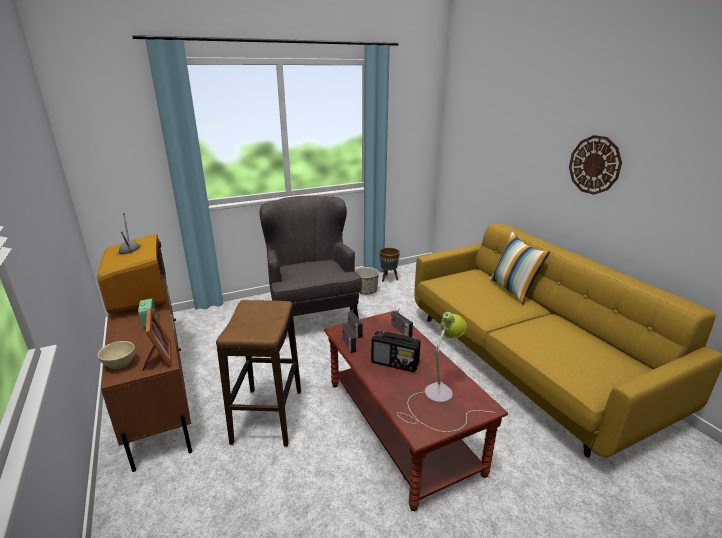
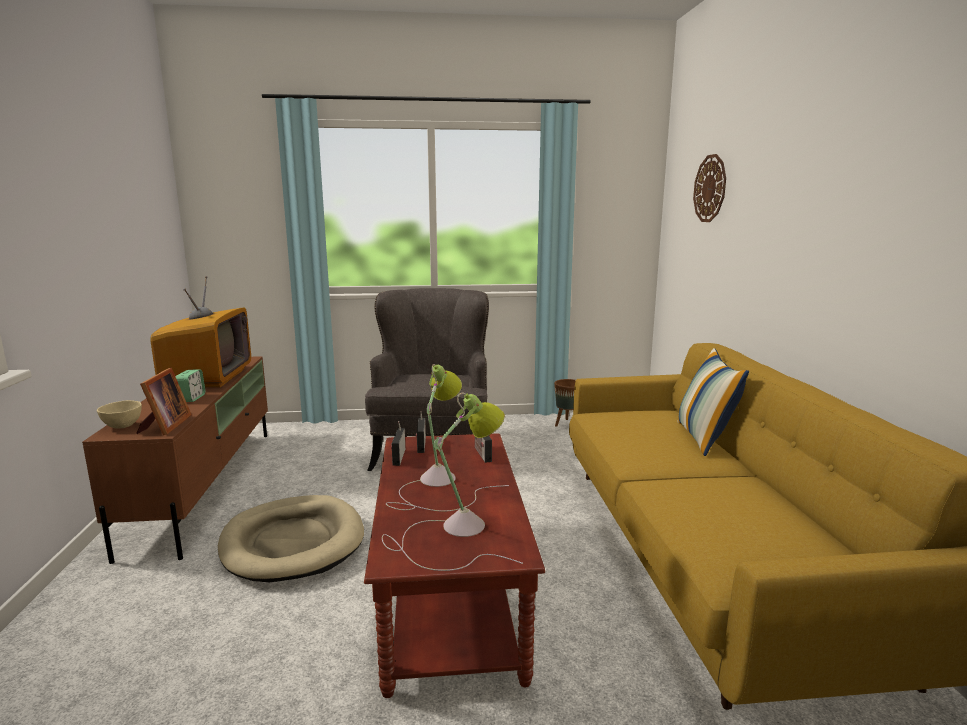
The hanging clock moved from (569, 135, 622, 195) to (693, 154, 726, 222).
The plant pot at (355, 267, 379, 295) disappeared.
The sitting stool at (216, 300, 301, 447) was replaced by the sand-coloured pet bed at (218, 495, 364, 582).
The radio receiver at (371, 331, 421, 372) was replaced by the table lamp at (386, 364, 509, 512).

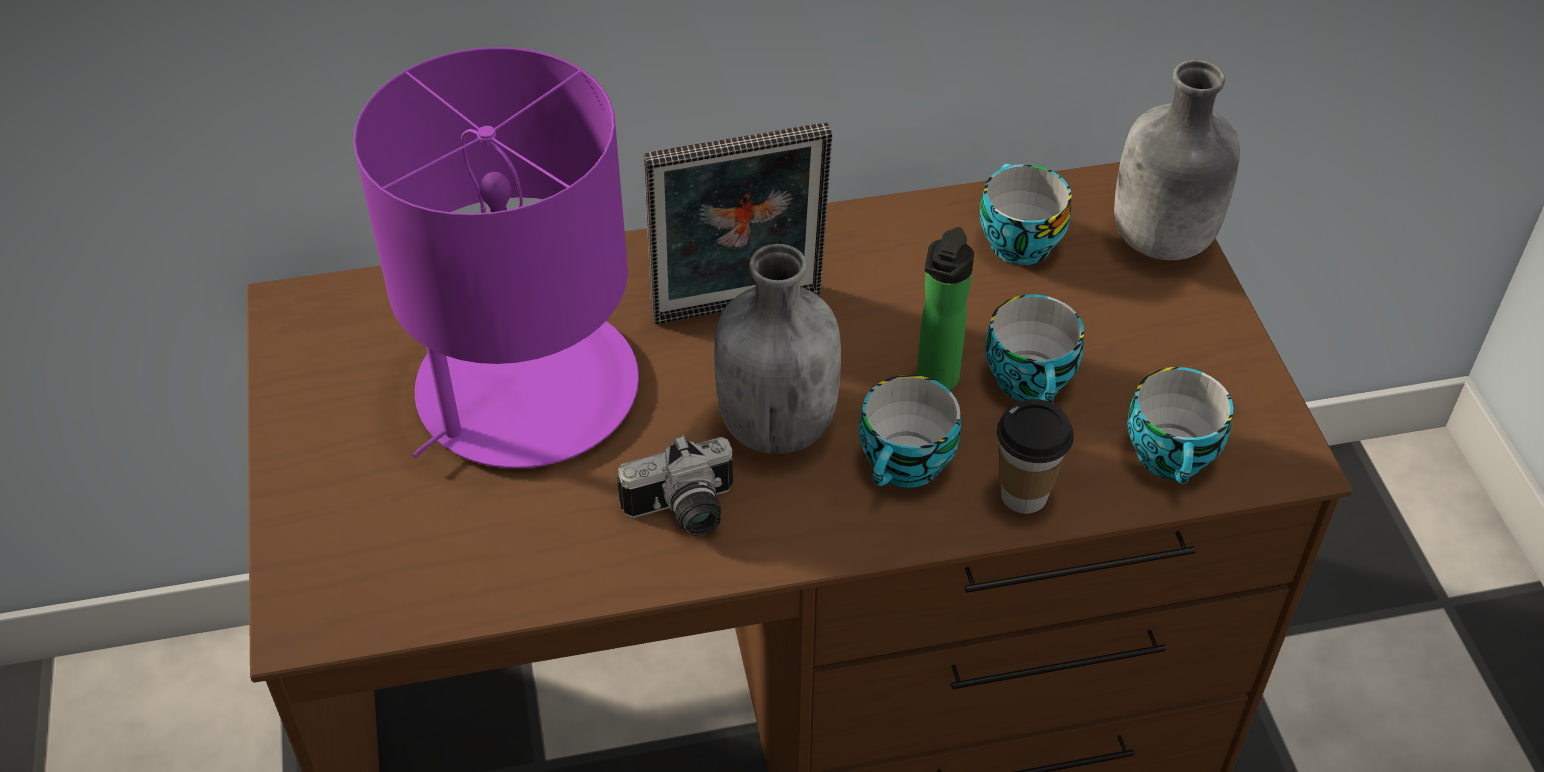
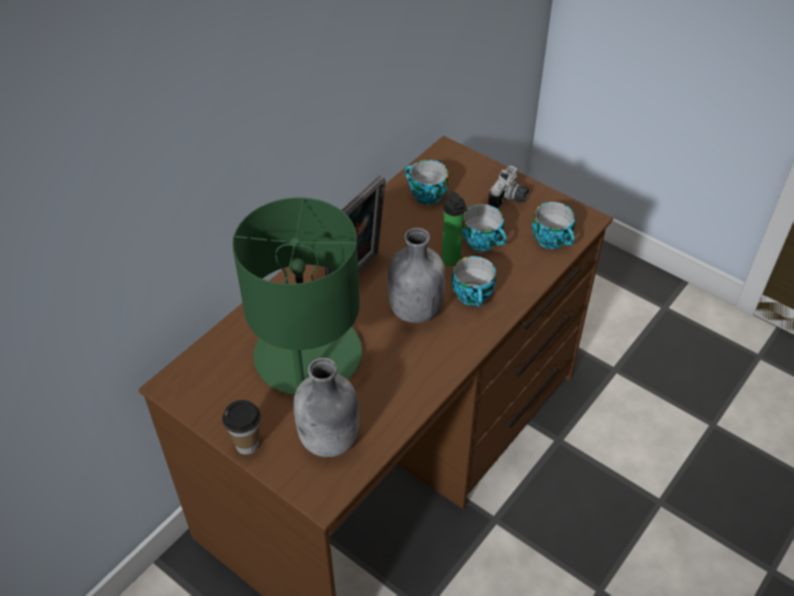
The purplish table lamp at (353, 47, 639, 468) became the greenish table lamp at (232, 198, 362, 395).
The gray bottle moved from (1114, 60, 1240, 260) to (293, 358, 359, 457).
The cup moved from (997, 399, 1074, 514) to (222, 400, 261, 455).
The photo camera moved from (617, 435, 733, 536) to (488, 166, 529, 209).

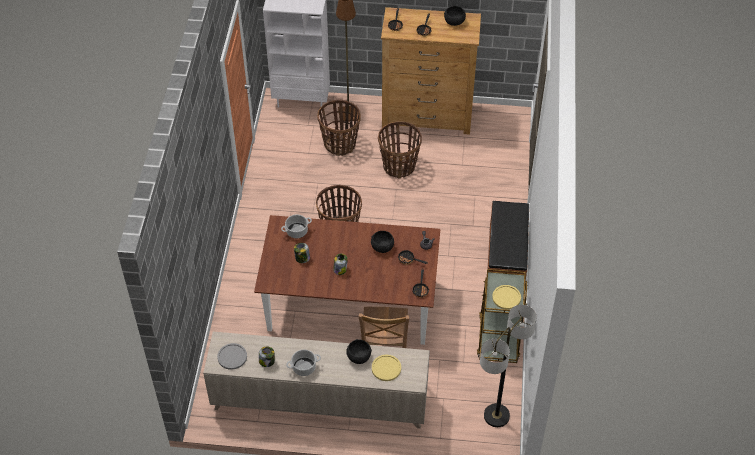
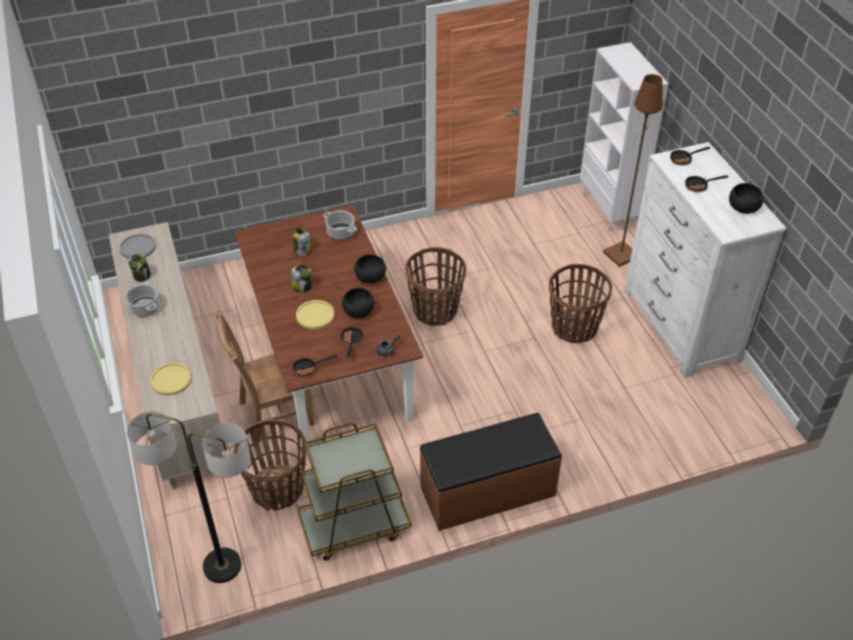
The brown-coloured dresser at (381, 7, 481, 135) became the whitish dresser at (624, 142, 787, 378).
The basket moved from (317, 100, 361, 156) to (234, 420, 306, 511).
The yellowish plate moved from (492, 285, 521, 310) to (296, 300, 334, 330).
The black bowl moved from (346, 339, 372, 364) to (354, 254, 386, 283).

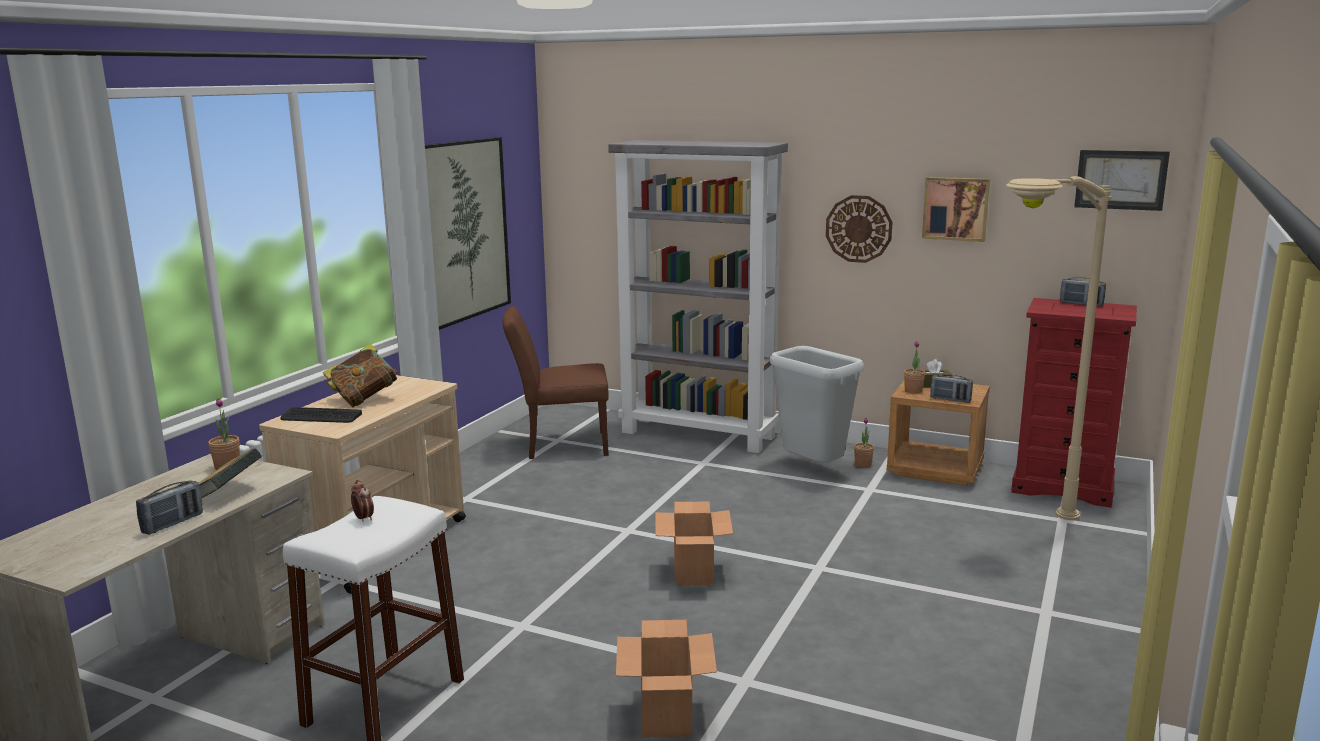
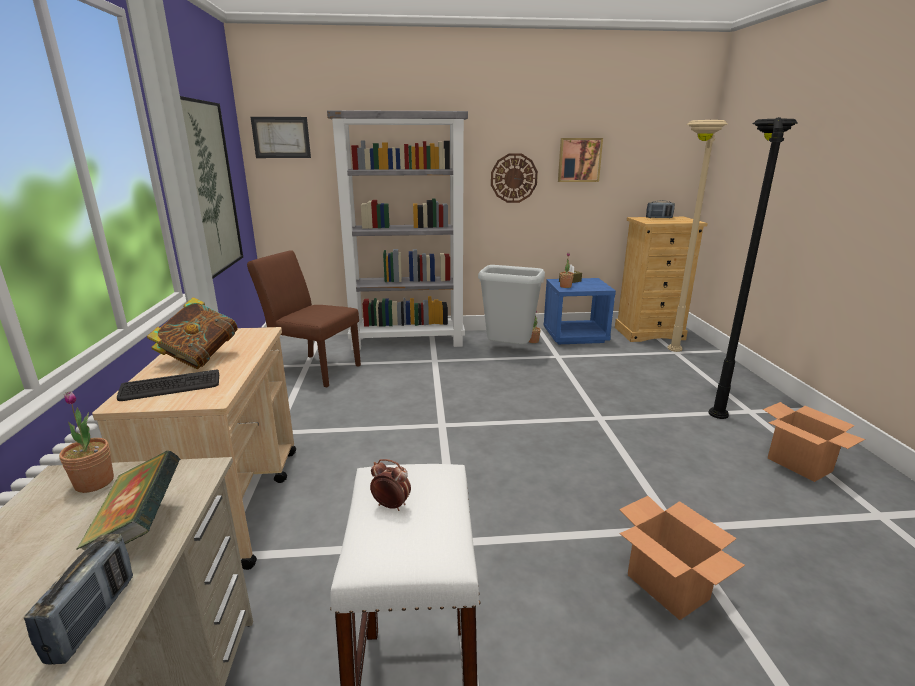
The picture moved from (1074, 150, 1170, 211) to (251, 117, 311, 158).
The red-coloured dresser at (1011, 298, 1137, 508) became the sand-coloured dresser at (615, 217, 708, 342).
The brown-coloured plain chair at (503, 306, 609, 459) turned 60 degrees clockwise.
The radio receiver at (930, 374, 973, 403) disappeared.
The brown-coloured nightstand at (887, 381, 990, 486) became the blue-coloured nightstand at (543, 278, 616, 344).
The cardboard box moved from (655, 501, 733, 586) to (763, 402, 865, 482).
The black standing lamp at (708, 117, 798, 419) appeared.

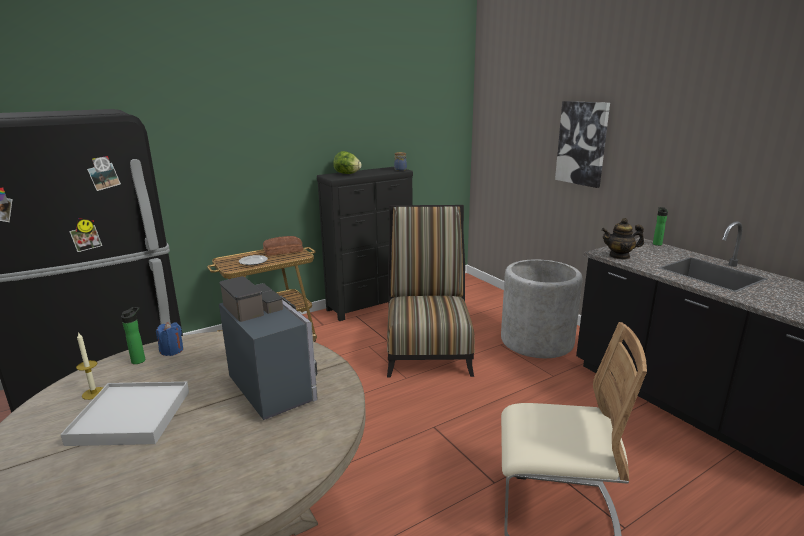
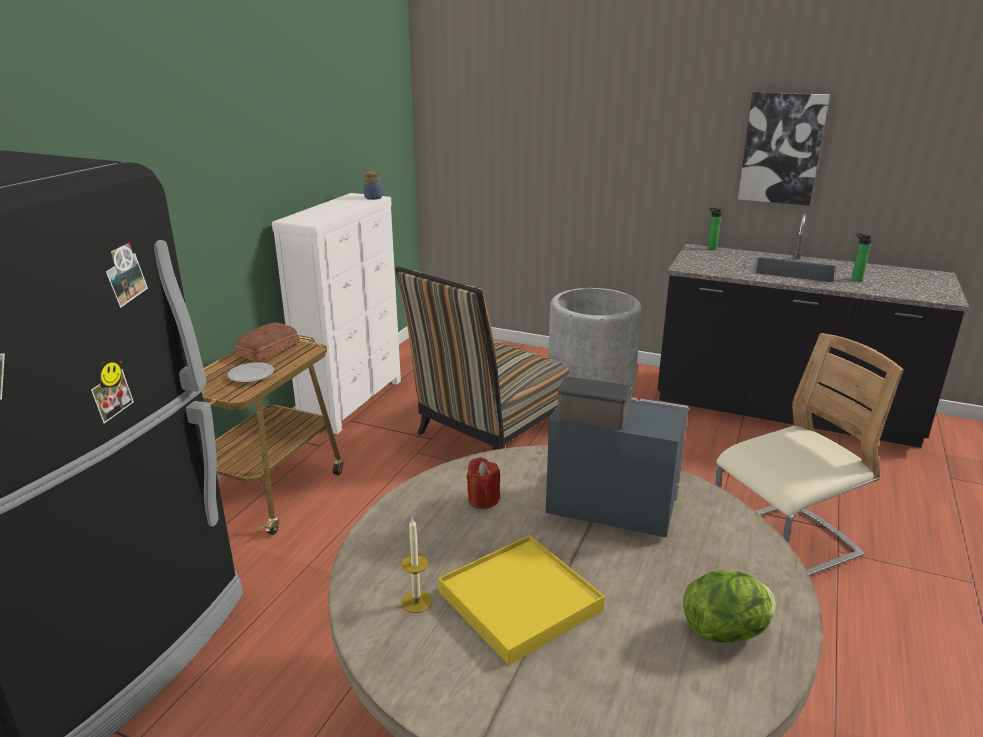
The picture moved from (555, 101, 610, 188) to (738, 92, 830, 206).
The lettuce moved from (333, 151, 362, 174) to (683, 570, 776, 642).
The black dresser at (317, 167, 413, 321) became the whitish dresser at (272, 193, 401, 434).
The plain chair at (387, 205, 475, 378) turned 105 degrees counterclockwise.
The tea pot at (601, 218, 644, 259) disappeared.
The bottle moved from (121, 307, 145, 364) to (851, 233, 872, 281).
The blue-coloured candle at (156, 322, 183, 356) disappeared.
The whitish tray at (60, 382, 189, 446) became the yellowish tray at (438, 535, 605, 665).
The red-coloured candle at (467, 457, 500, 509) appeared.

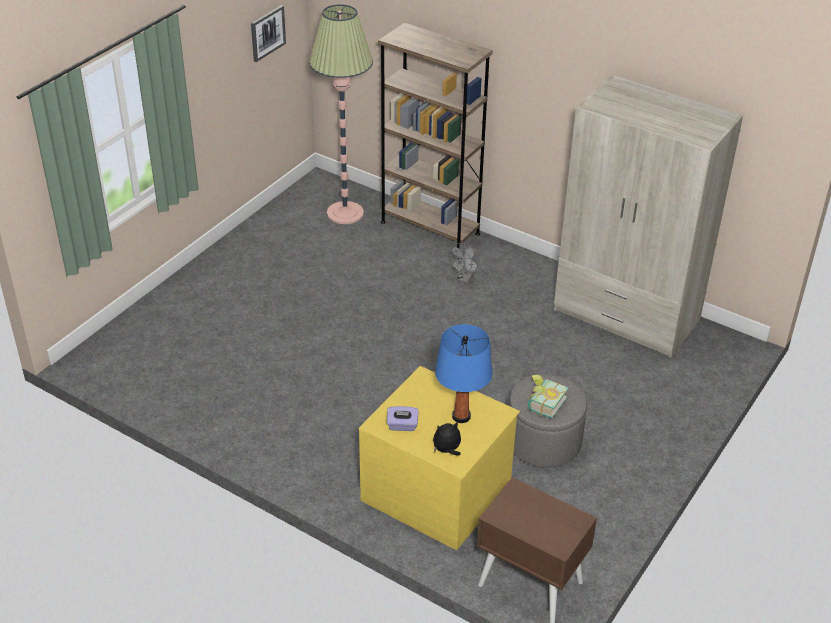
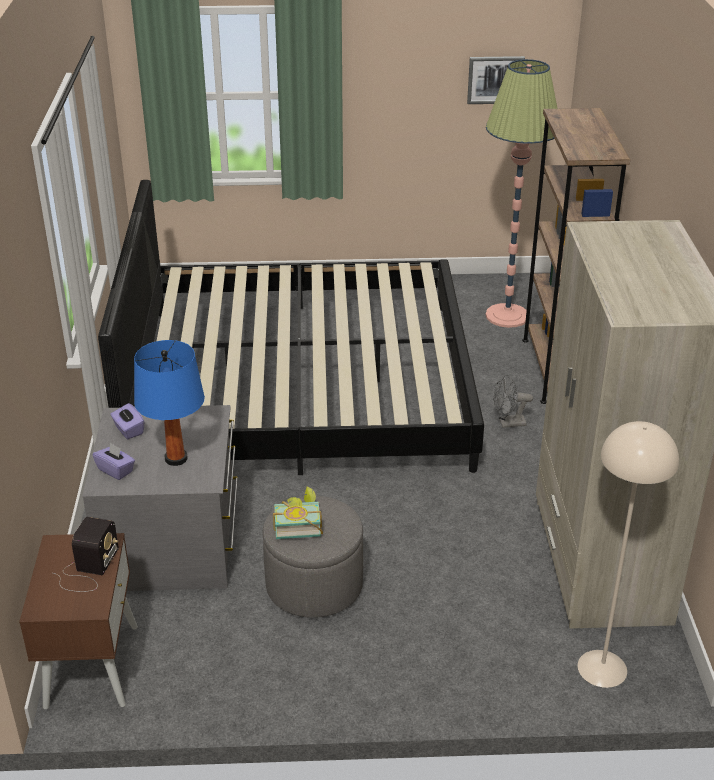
The yellowish dresser at (359, 366, 520, 550) became the gray dresser at (82, 405, 238, 591).
The plush toy at (433, 421, 461, 456) was replaced by the purplish tissue holder at (93, 442, 135, 480).
The sleeping bed at (98, 180, 484, 475) appeared.
The sand-coloured standing lamp at (578, 421, 679, 688) appeared.
The radio receiver at (53, 517, 119, 592) appeared.

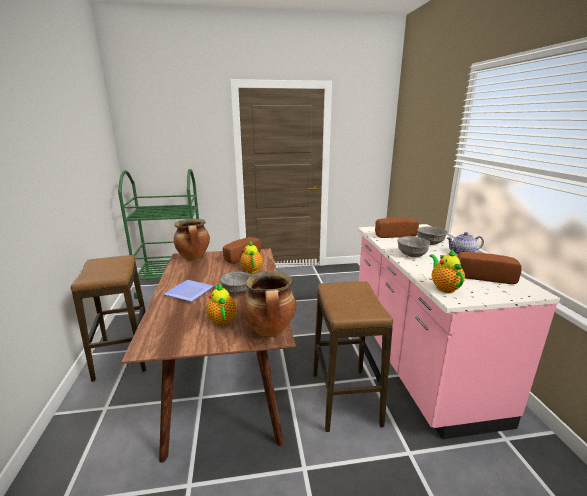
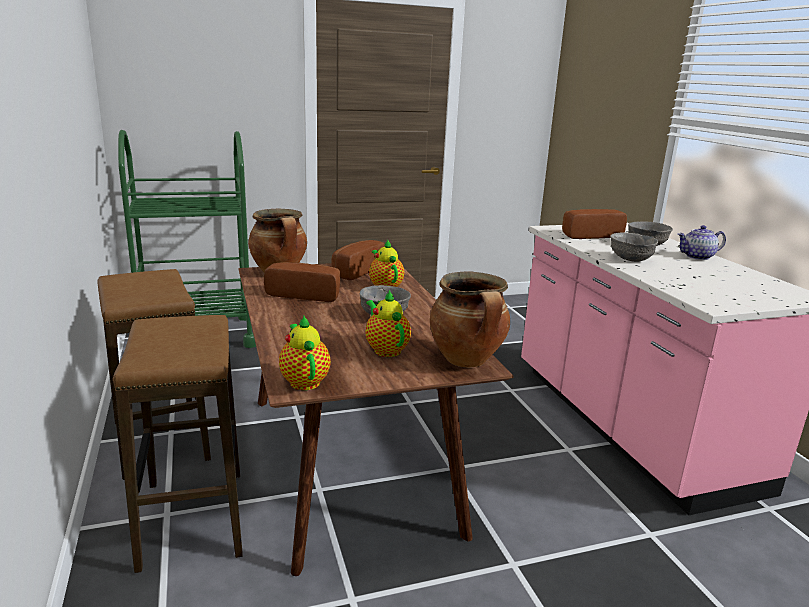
The tea pot moved from (430, 249, 465, 293) to (279, 316, 331, 390).
The bread moved from (457, 252, 522, 284) to (264, 262, 340, 302).
The plate at (163, 280, 214, 302) disappeared.
The sitting stool moved from (313, 282, 393, 432) to (113, 315, 243, 573).

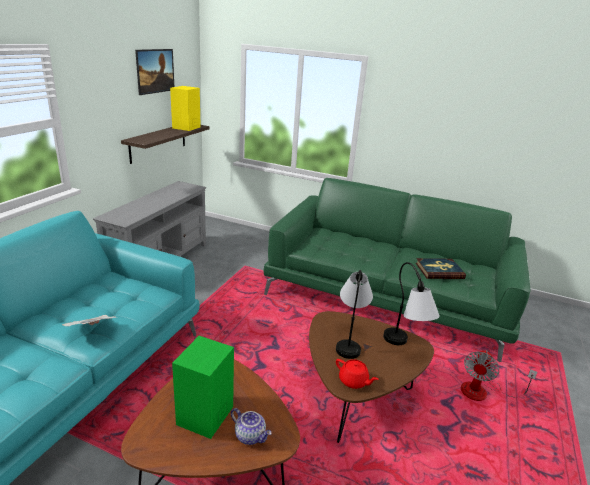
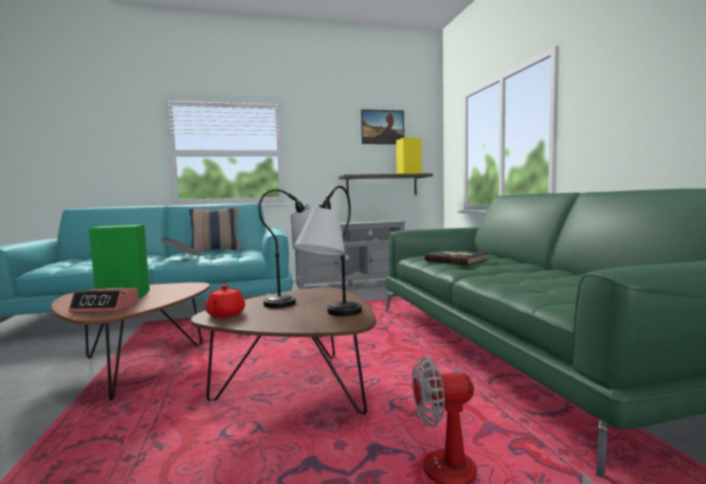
The volume moved from (416, 258, 466, 279) to (425, 250, 489, 265).
The tea pot at (231, 408, 271, 445) was replaced by the bedside clock at (69, 288, 139, 312).
The throw pillow at (189, 207, 241, 252) appeared.

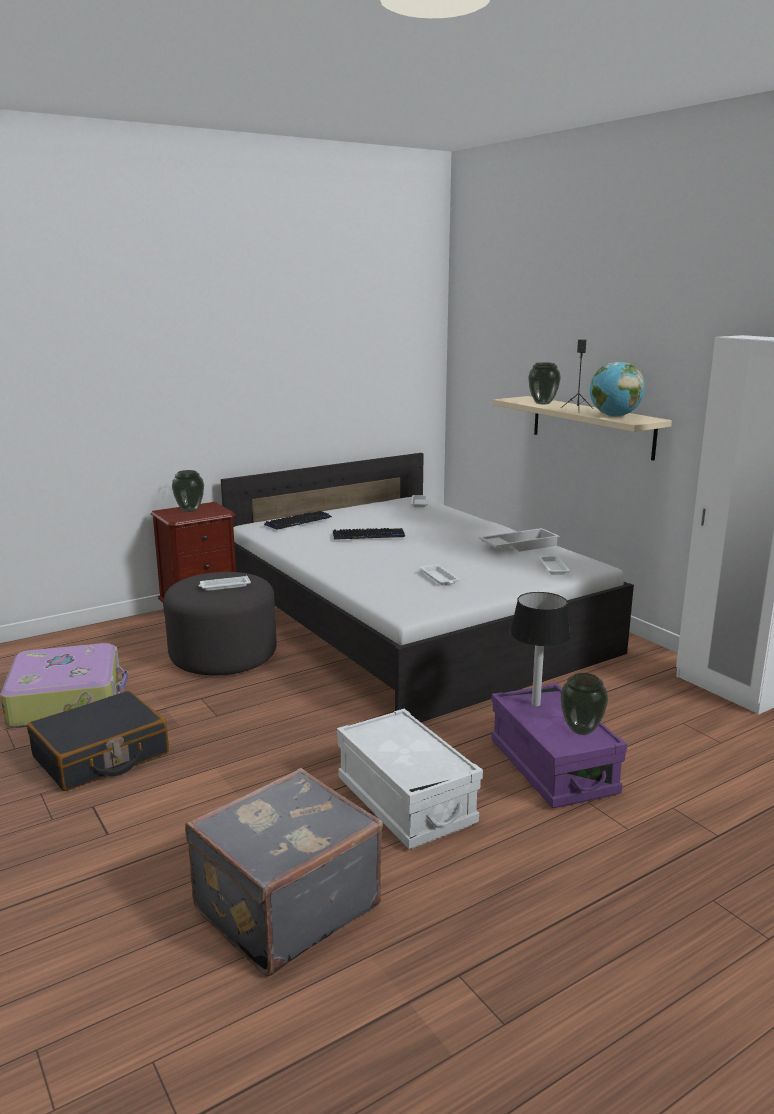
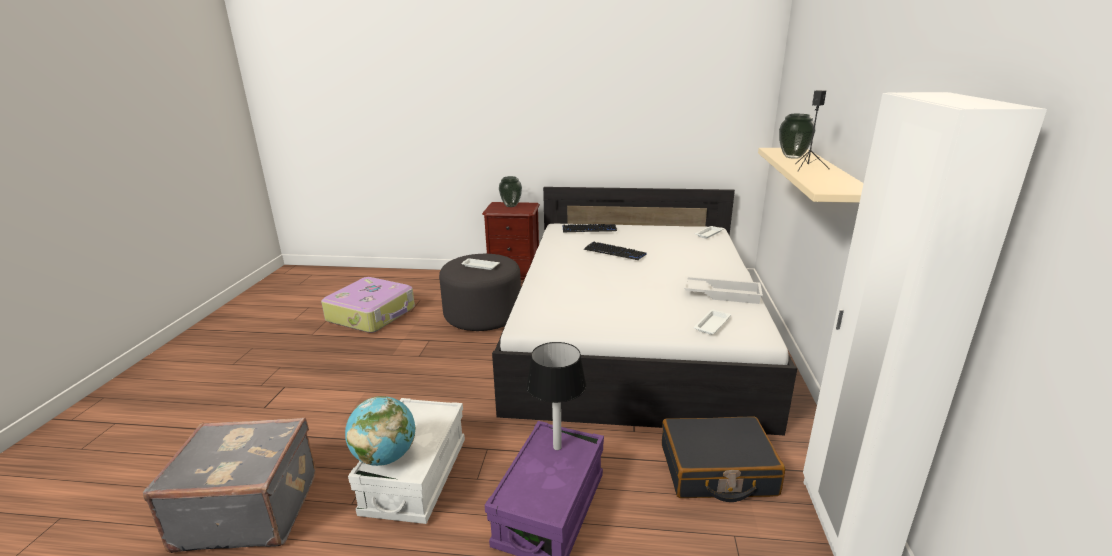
The desk globe moved from (590, 362, 645, 417) to (345, 396, 416, 466).
The whitish tray at (420, 564, 460, 585) disappeared.
The vase at (560, 673, 608, 735) disappeared.
The black suitcase moved from (27, 691, 169, 791) to (662, 416, 785, 502).

